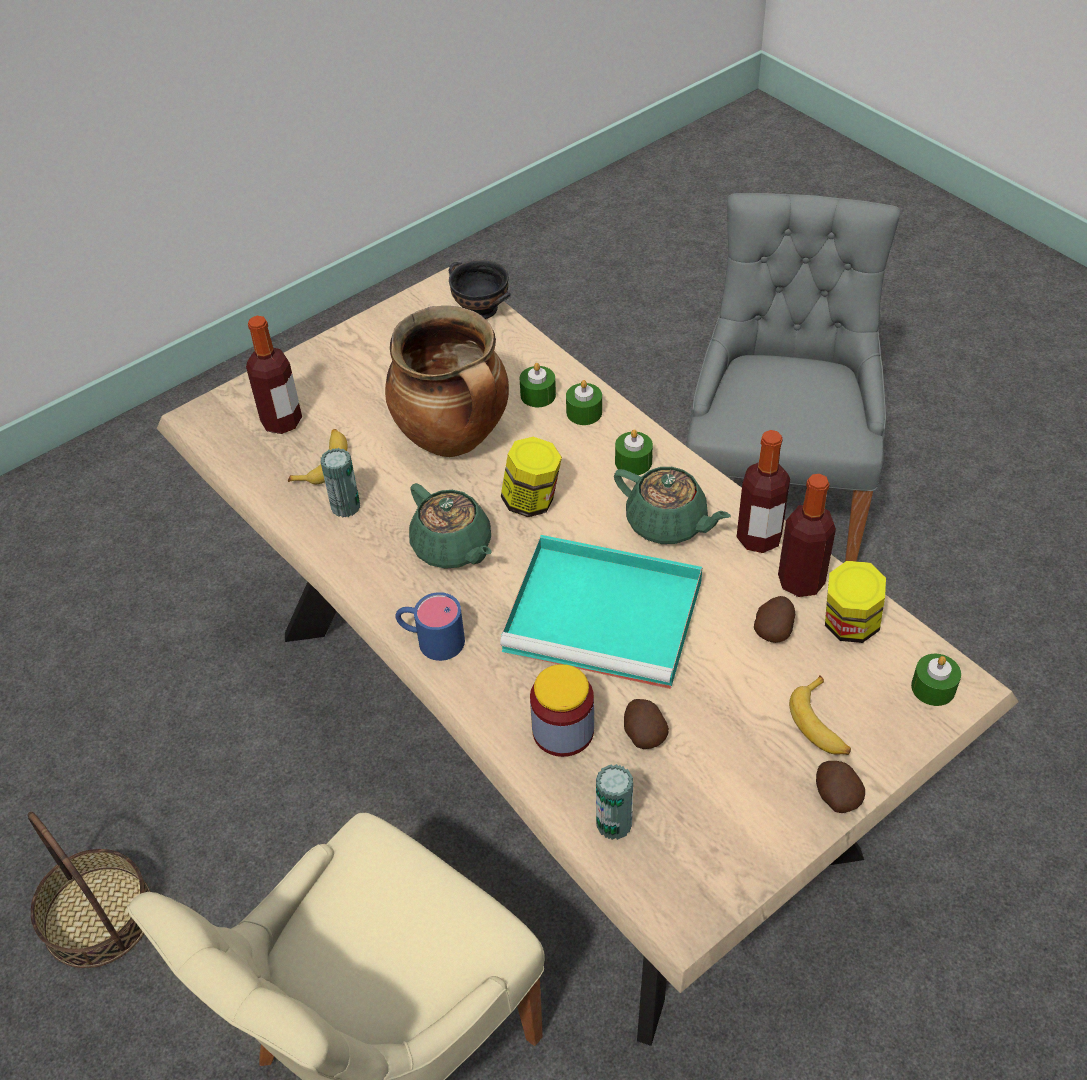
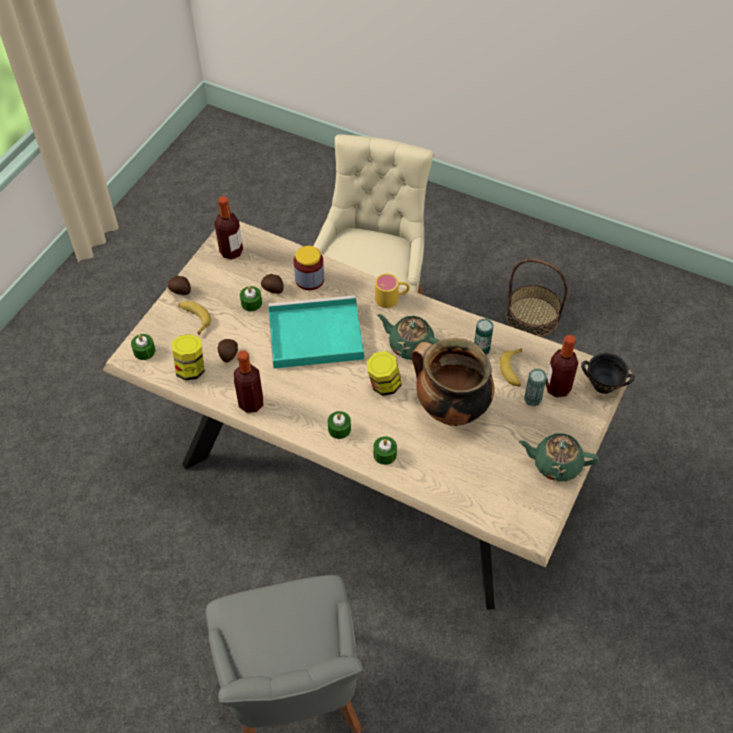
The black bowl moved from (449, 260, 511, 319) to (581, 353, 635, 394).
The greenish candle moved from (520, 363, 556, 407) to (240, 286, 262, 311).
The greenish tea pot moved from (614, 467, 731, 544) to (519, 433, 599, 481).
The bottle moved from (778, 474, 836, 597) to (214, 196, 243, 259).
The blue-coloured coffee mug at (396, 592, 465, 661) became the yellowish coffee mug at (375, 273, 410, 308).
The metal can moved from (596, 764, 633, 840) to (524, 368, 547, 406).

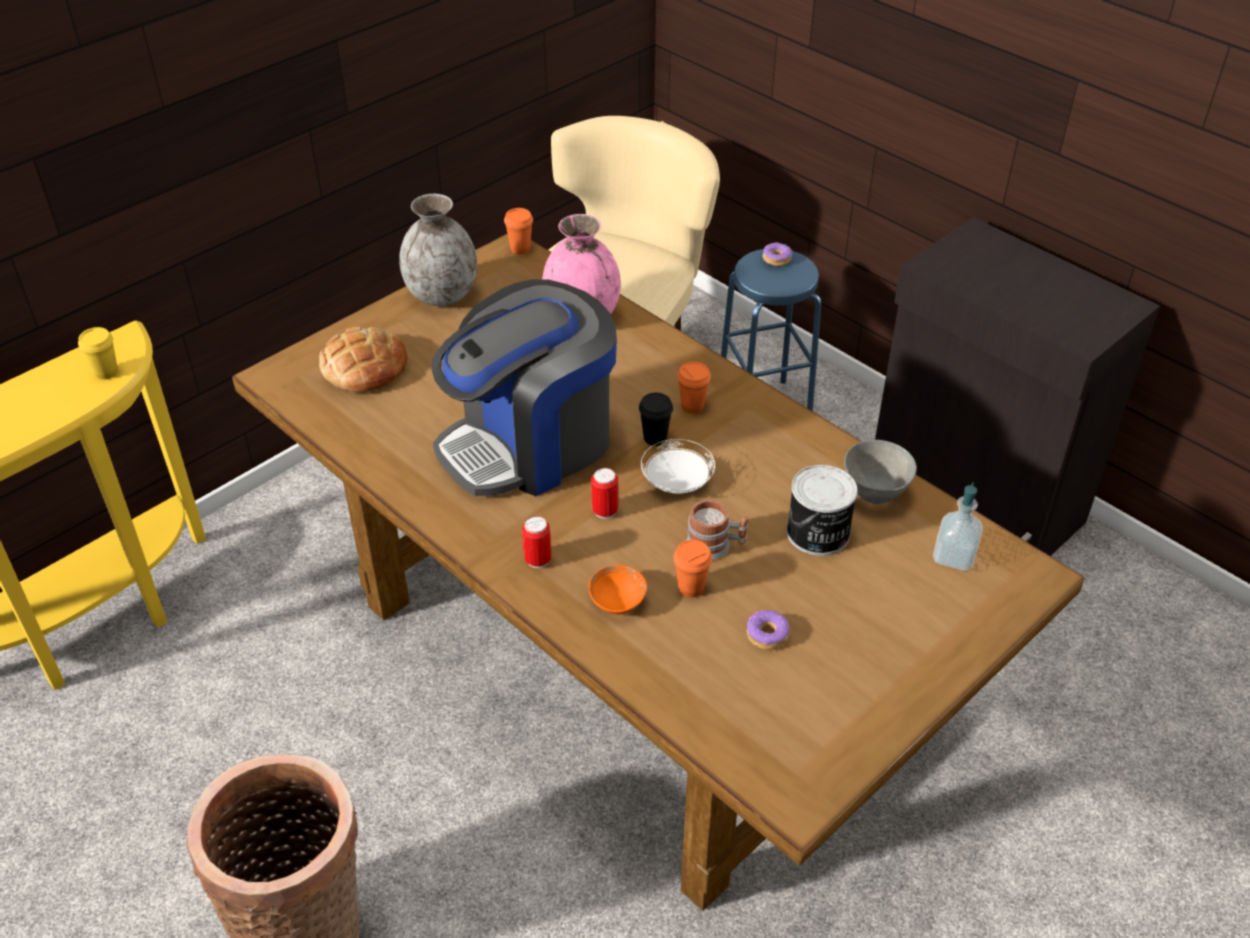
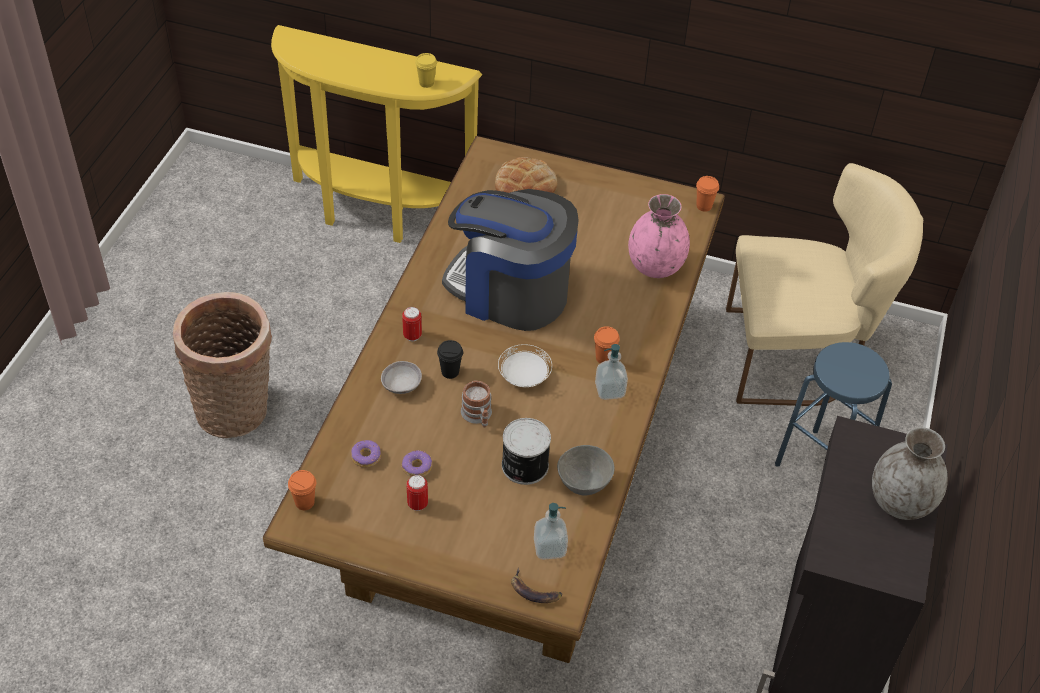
The gray vase moved from (399, 194, 477, 306) to (872, 427, 948, 520).
The ring doughnut moved from (763, 243, 792, 266) to (351, 440, 381, 468).
The black cup moved from (639, 393, 673, 446) to (437, 340, 463, 379).
The metal can moved from (591, 468, 618, 519) to (407, 475, 428, 511).
The orange cup moved from (673, 540, 712, 598) to (288, 470, 316, 510).
The orange bowl at (589, 565, 648, 614) became the gray bowl at (381, 361, 422, 394).
The liquid soap bottle at (595, 344, 628, 400) appeared.
The whole banana at (511, 568, 562, 603) appeared.

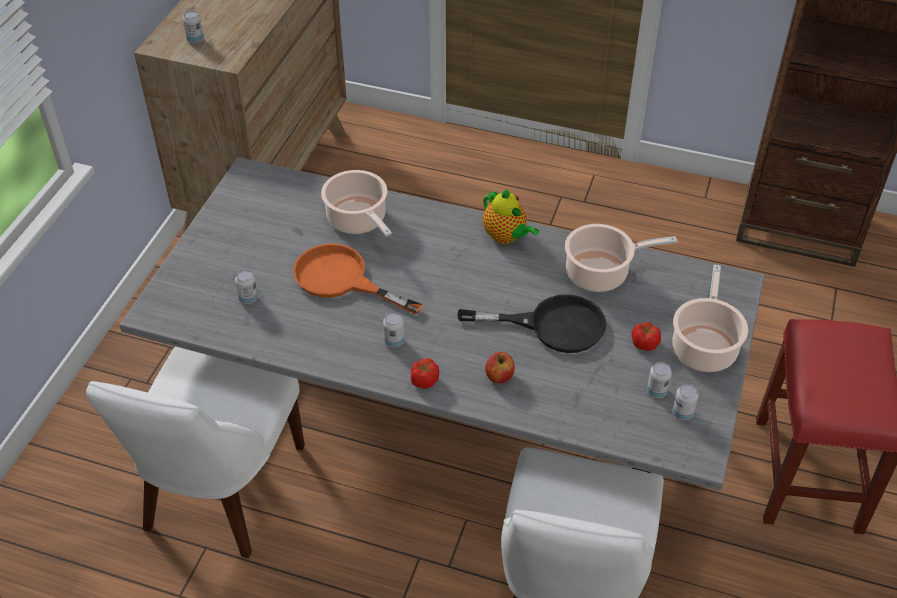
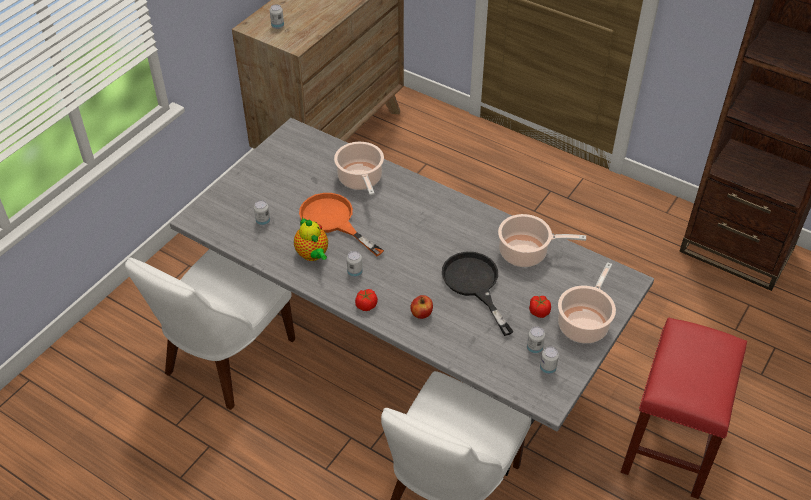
The tea pot moved from (483, 190, 539, 244) to (294, 218, 328, 261).
The black skillet at (457, 294, 607, 353) turned 135 degrees counterclockwise.

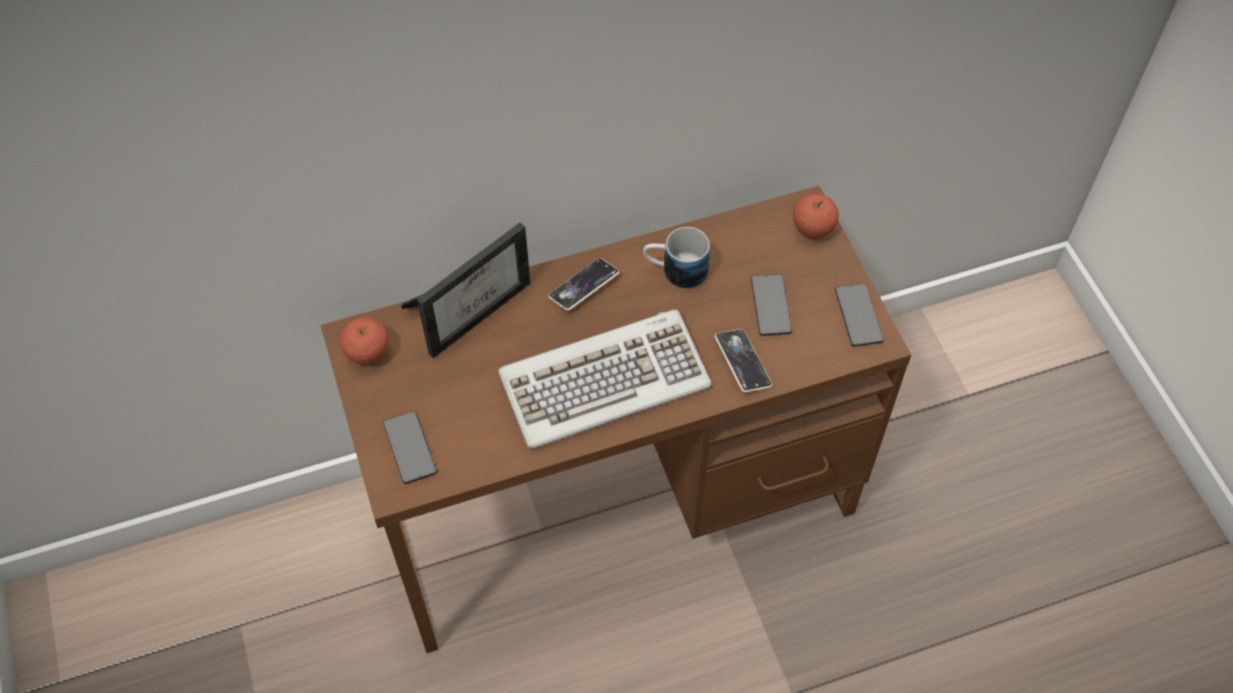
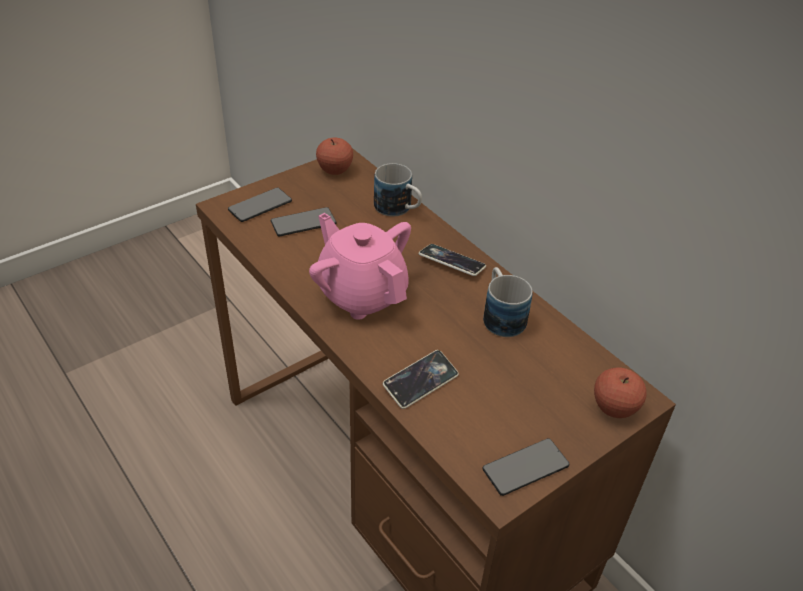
The picture frame at (401, 223, 531, 358) was replaced by the coffee mug at (374, 163, 422, 217).
The handset moved from (751, 274, 792, 336) to (271, 207, 336, 236).
The keyboard at (498, 309, 712, 449) was replaced by the pinkish tea pot at (309, 213, 411, 320).

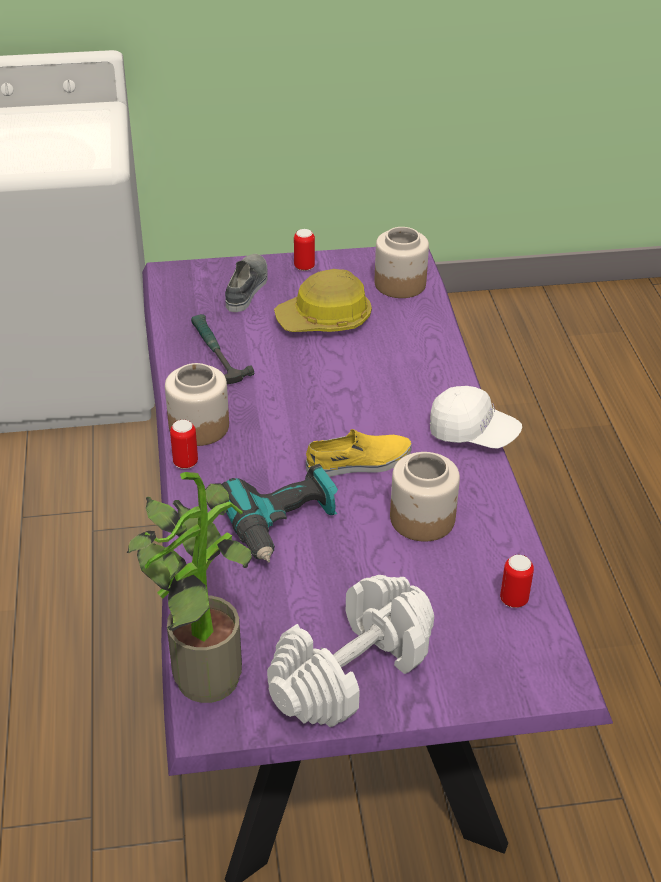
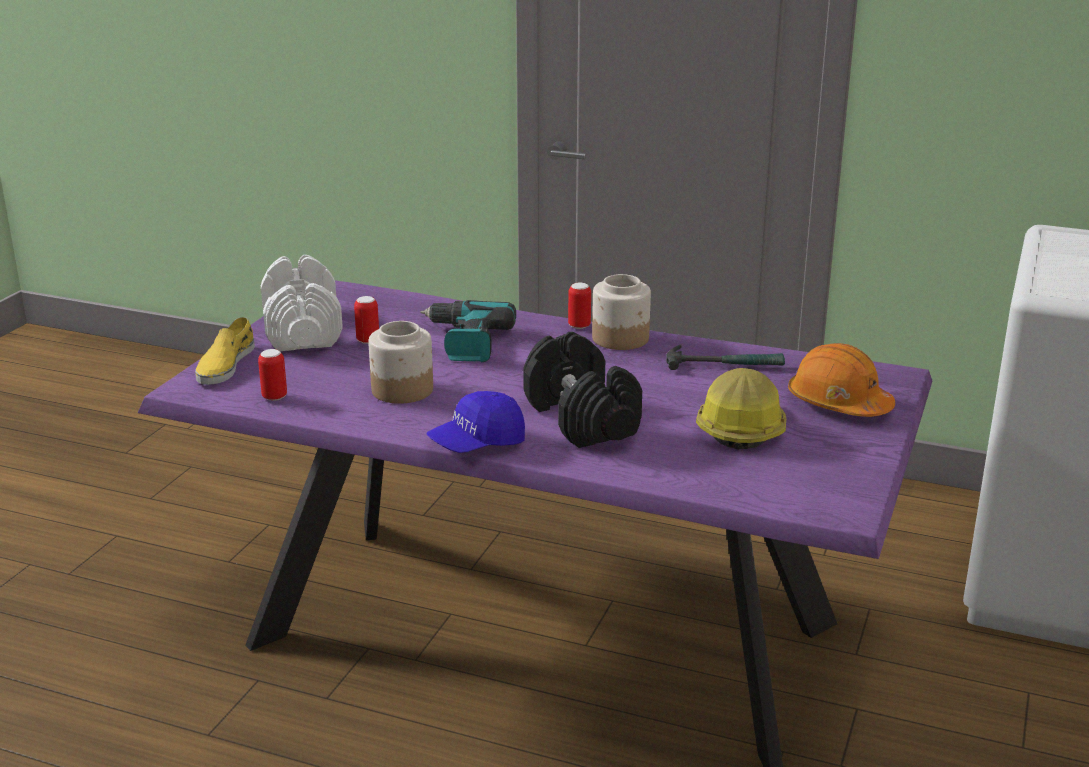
The preserve jar at (375, 227, 429, 298) disappeared.
The metal can moved from (294, 229, 315, 271) to (354, 296, 379, 344).
The gray item of footwear at (225, 254, 268, 312) was replaced by the orange safety helmet at (788, 343, 895, 417).
The whitish baseball cap at (430, 386, 522, 449) became the blue-coloured baseball cap at (426, 391, 525, 453).
The yellowish item of footwear moved from (306, 429, 412, 477) to (195, 317, 255, 385).
The plant in a pot at (127, 472, 252, 703) disappeared.
The black free weight at (523, 332, 642, 448) appeared.

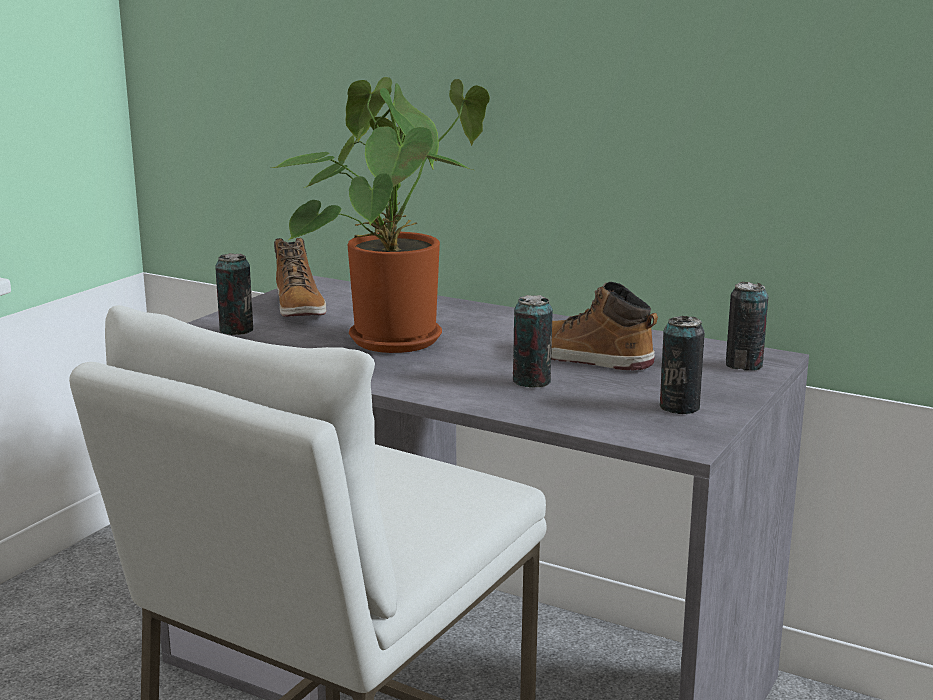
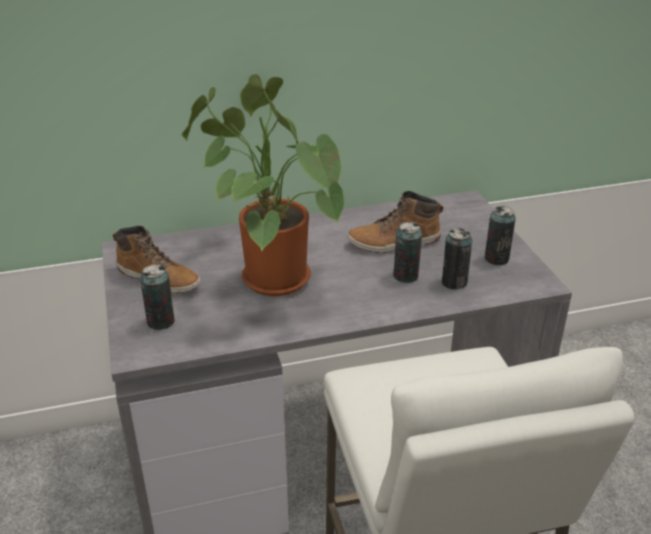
The metal can moved from (726, 282, 768, 371) to (442, 228, 472, 290).

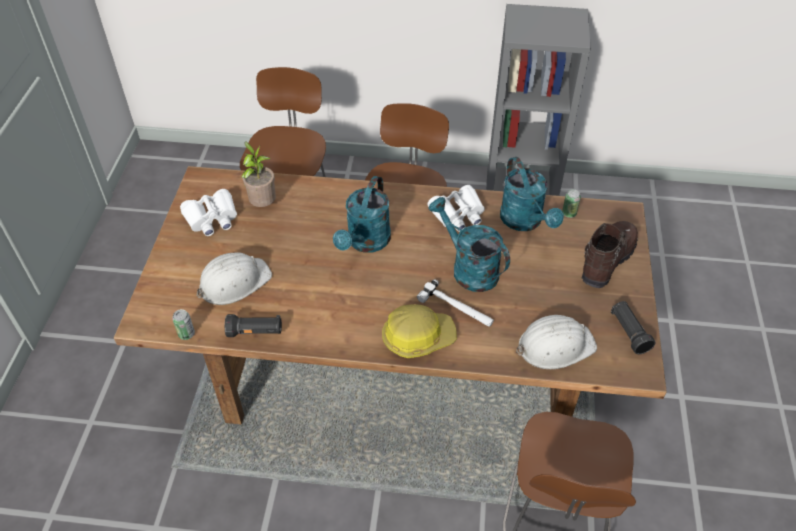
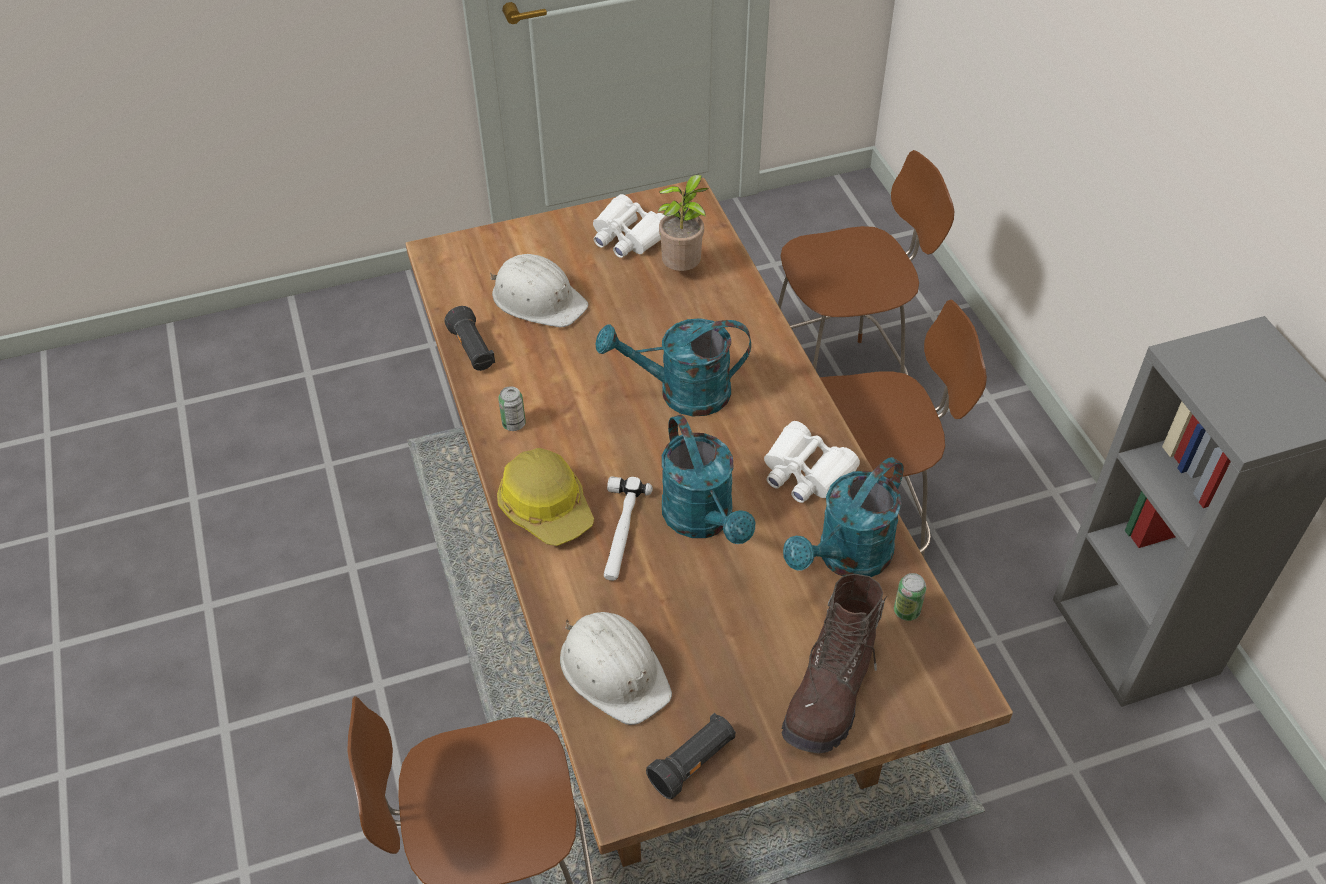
The blue-green watering pot at (428, 197, 510, 292) turned 135 degrees clockwise.
The brown-coloured boot at (581, 221, 638, 288) turned 105 degrees clockwise.
The metal can moved from (172, 309, 195, 340) to (498, 386, 526, 431).

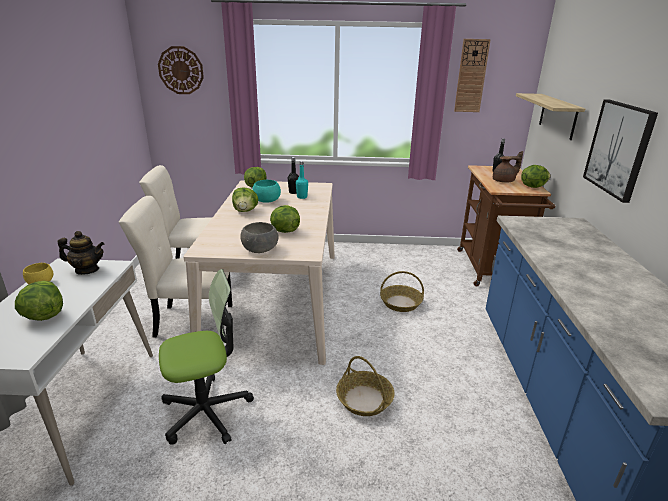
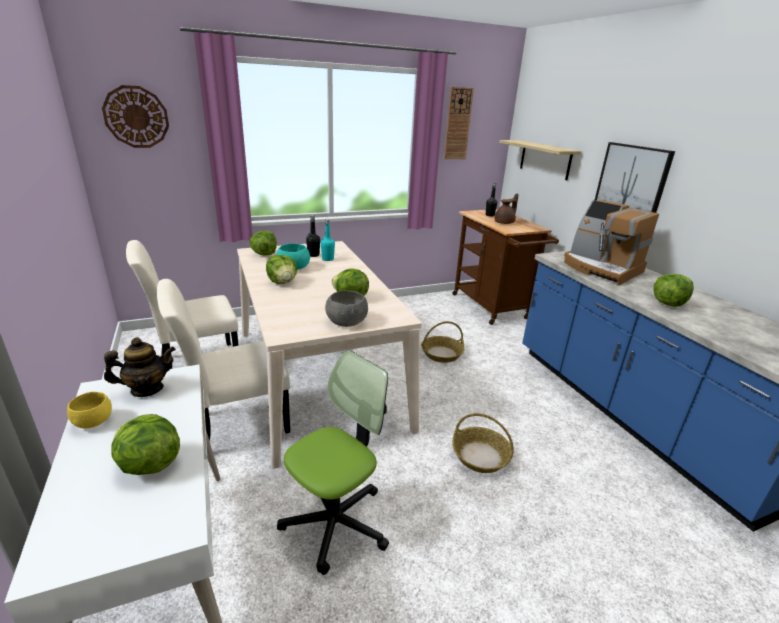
The lettuce moved from (521, 165, 551, 188) to (654, 274, 694, 307).
The coffee brewer at (564, 200, 659, 286) appeared.

